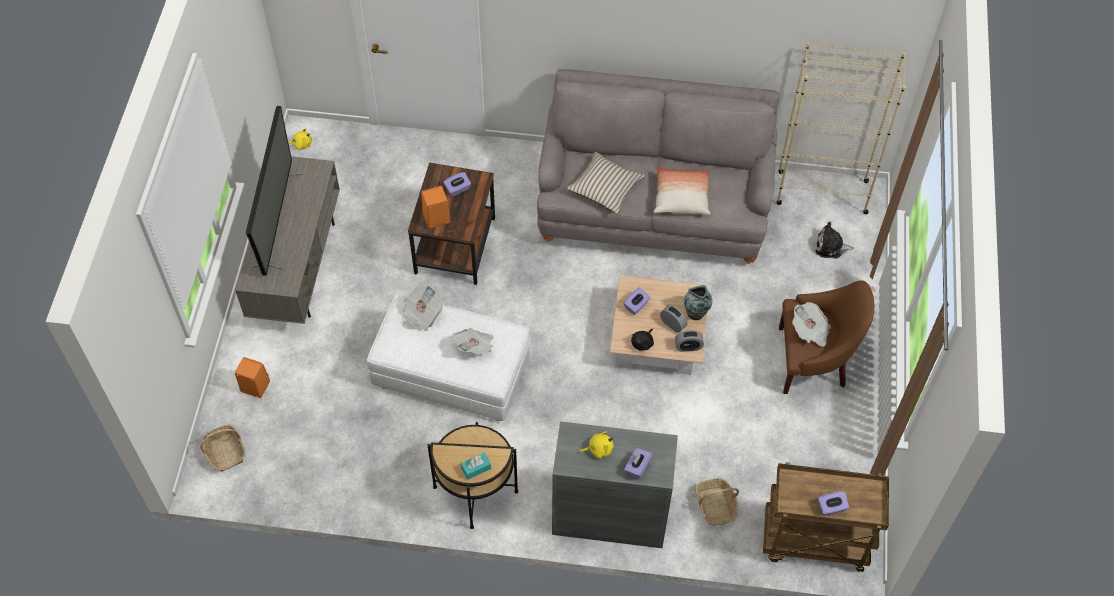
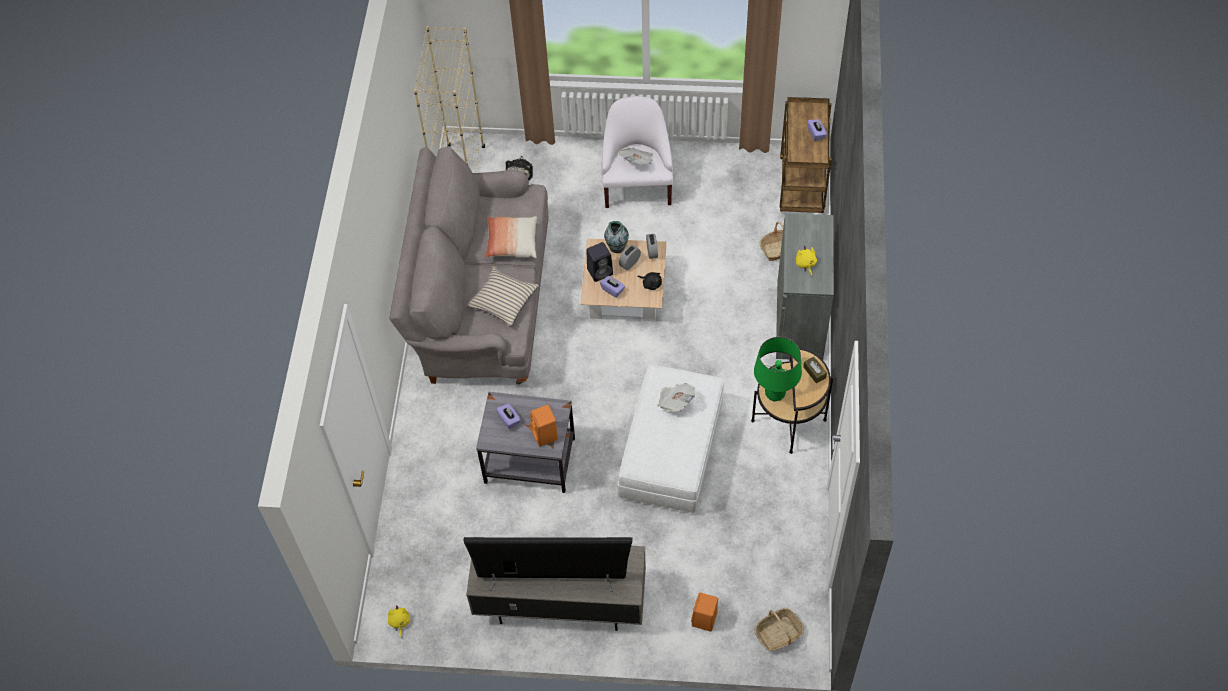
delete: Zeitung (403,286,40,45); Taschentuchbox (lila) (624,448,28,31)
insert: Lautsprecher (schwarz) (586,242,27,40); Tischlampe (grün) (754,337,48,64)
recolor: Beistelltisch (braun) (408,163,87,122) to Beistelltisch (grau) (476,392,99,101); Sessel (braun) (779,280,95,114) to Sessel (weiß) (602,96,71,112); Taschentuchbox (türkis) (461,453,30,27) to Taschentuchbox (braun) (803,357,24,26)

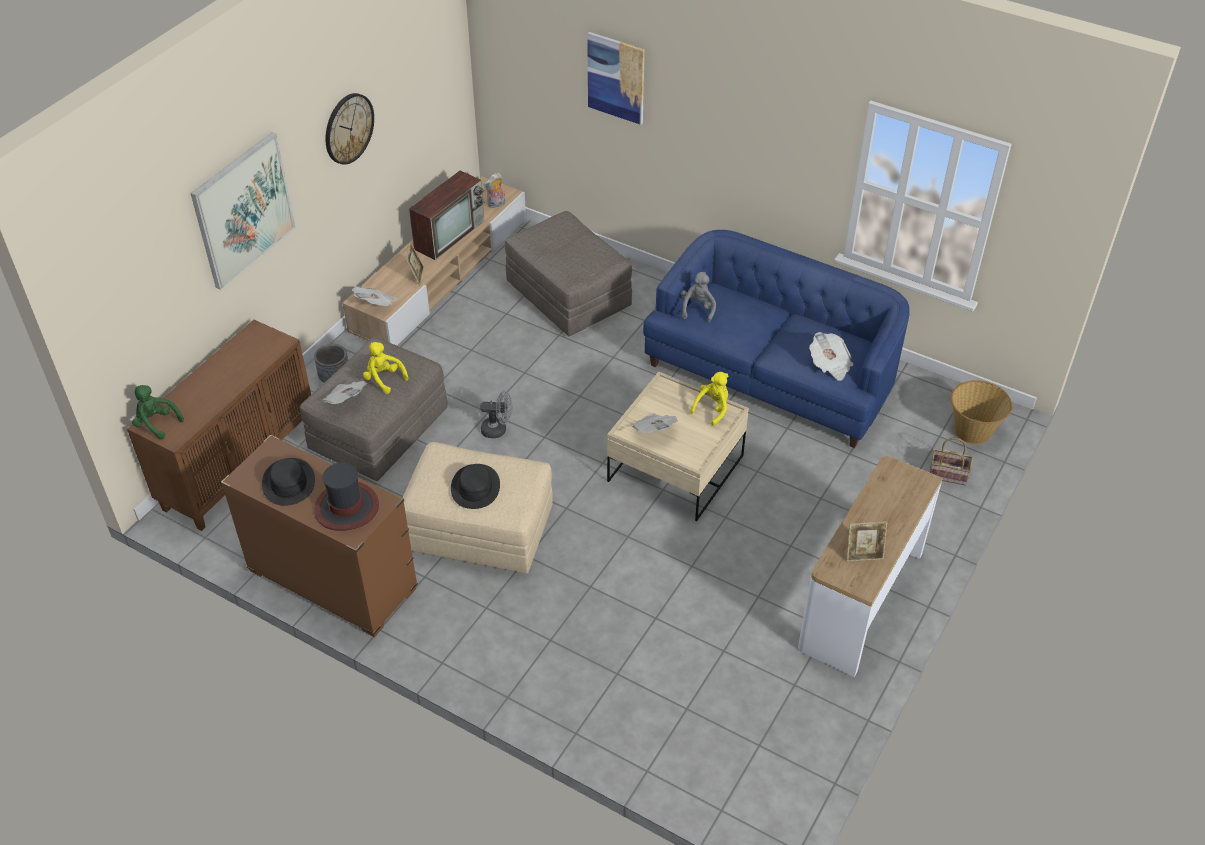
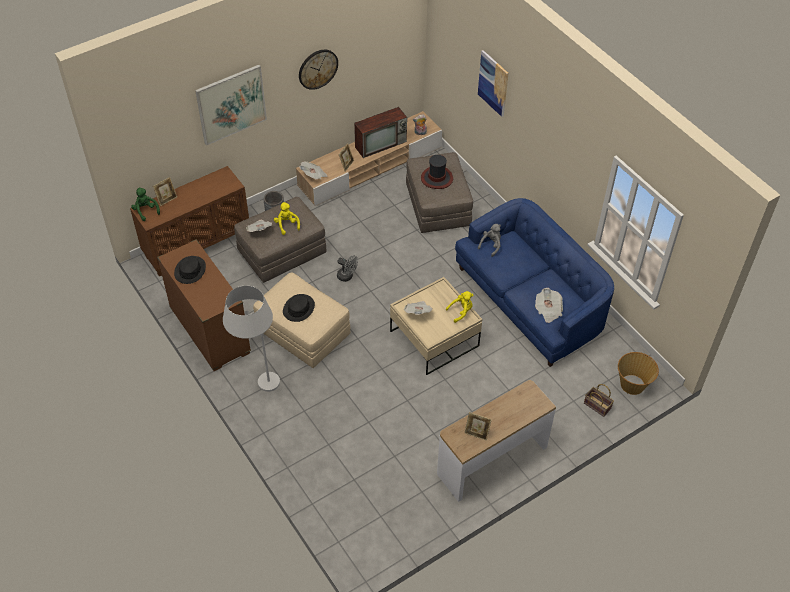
insert: Bilderrahmen (153,177,24,29); Stehlampe (weiß) (223,286,57,106)
move: Hut (314,463,65,68) to (421,155,32,34)

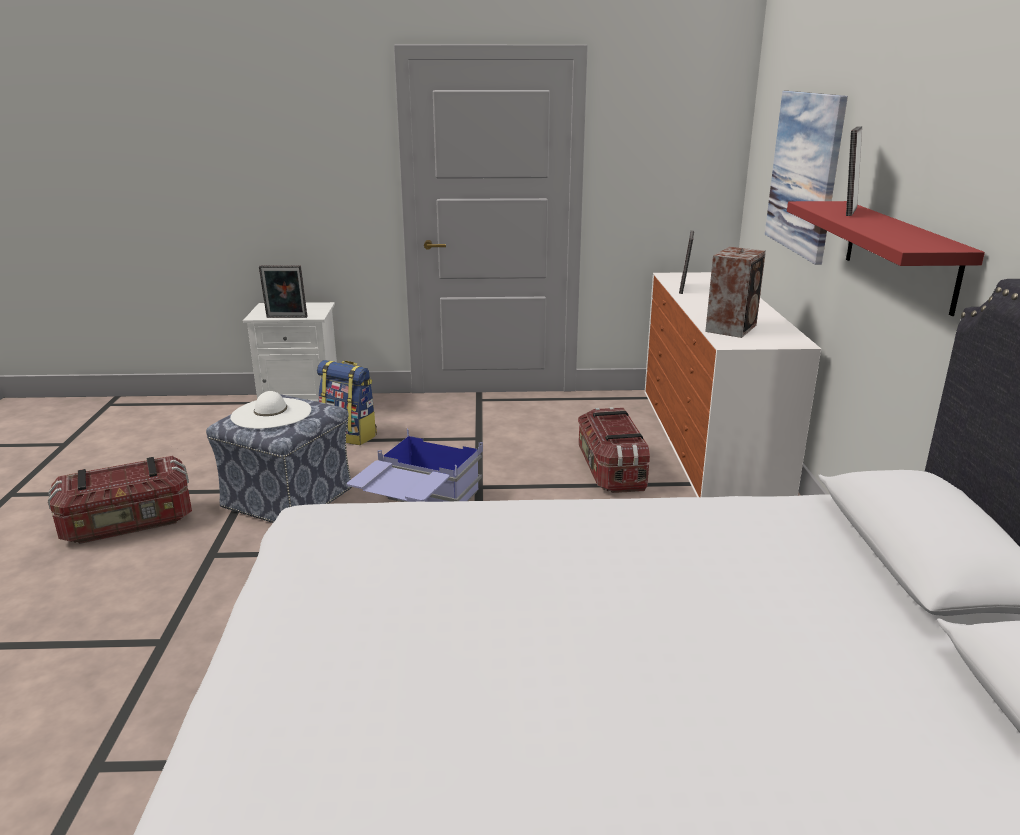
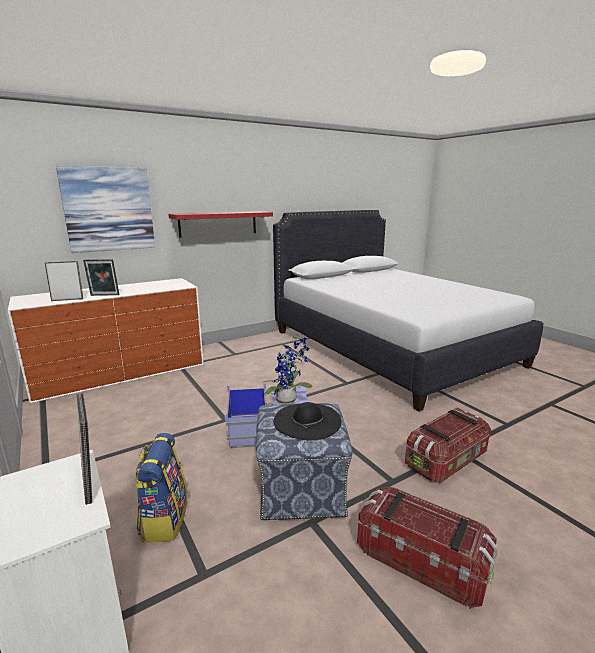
delete: Lautsprecher (705,247,61,91)
insert: Topfpflanze (264,334,49,70)
move: Bilderrahmen (846,126,16,90) to (83,259,36,37); Aufbewahrungsbox (578,407,72,86) to (405,408,86,74)
recolor: Hut (weiß) (230,391,81,38) to Hut (schwarz) (274,402,67,38)

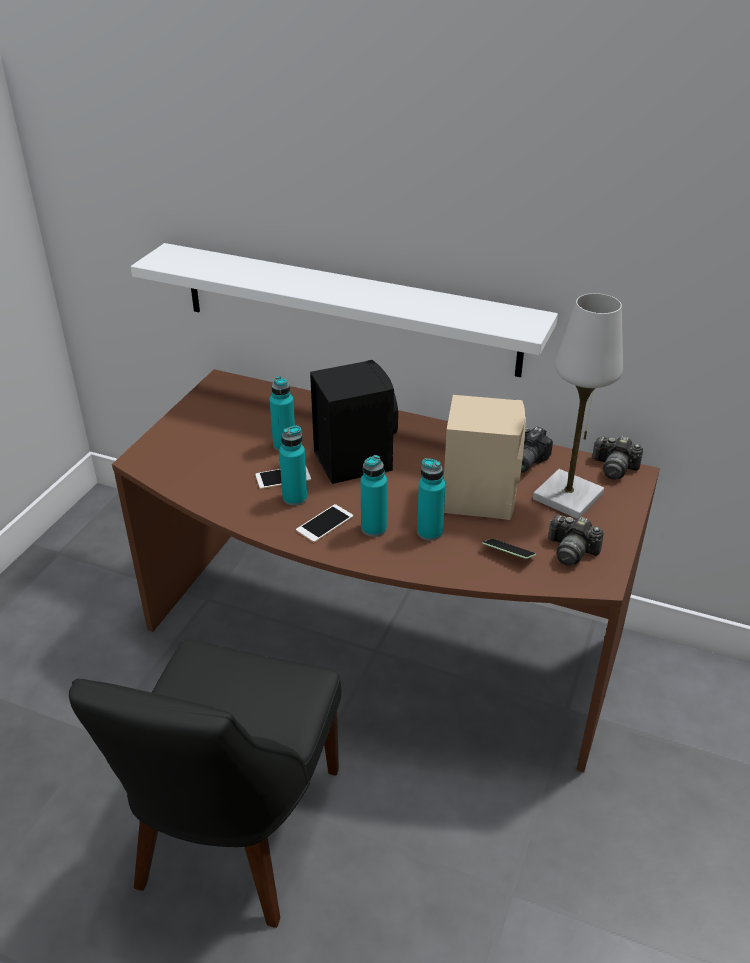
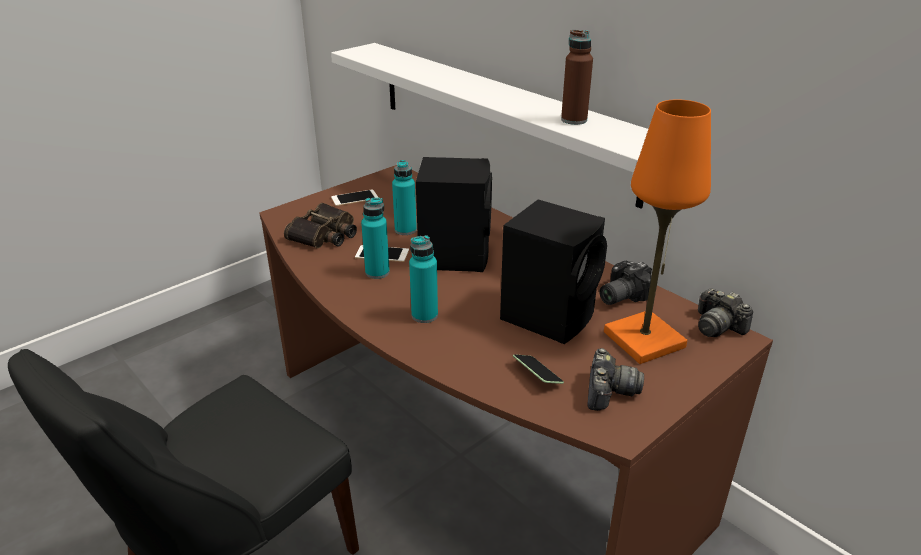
delete: Flasche (türkis) (417,458,29,83)
insert: Flasche (braun) (561,30,32,95); Fernglas (284,203,73,45)
move: Handy (296,504,57,38) to (331,189,47,17)
recolor: Tischlampe (weiß) (533,293,90,226) to Tischlampe (orange) (604,99,107,265); Lautsprecher (beige) (444,395,82,125) to Lautsprecher (schwarz) (500,200,107,144)
rotate: Kamera (549,515,55,51) = (587,348,57,63) 135 degrees counterclockwise

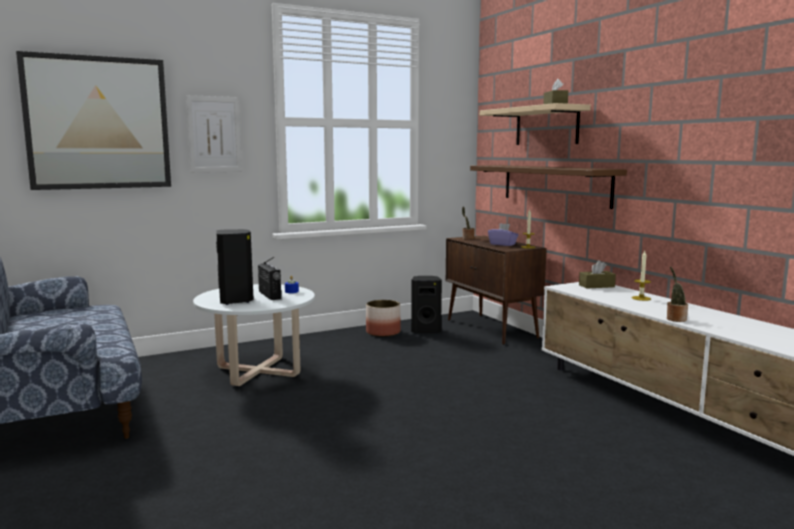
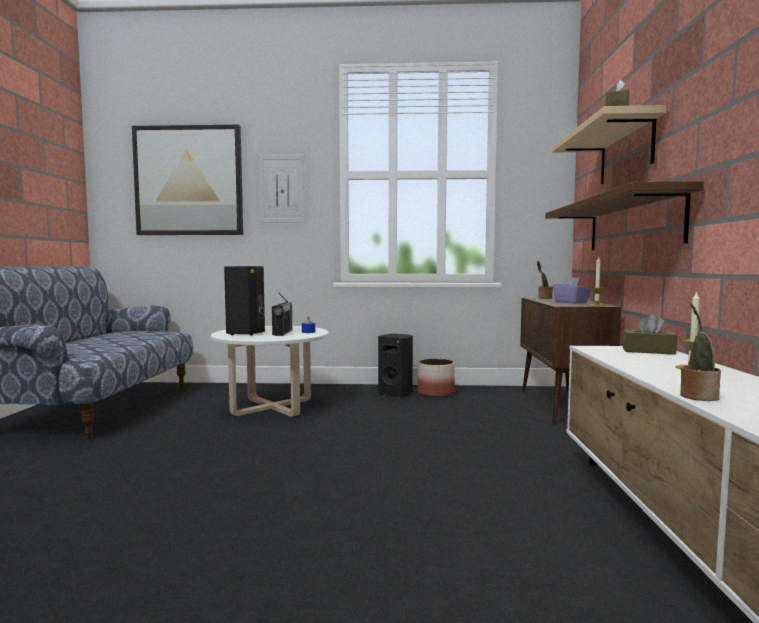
move: Lautsprecher (schwarz) (411,276,31,57) to (378,334,35,63)

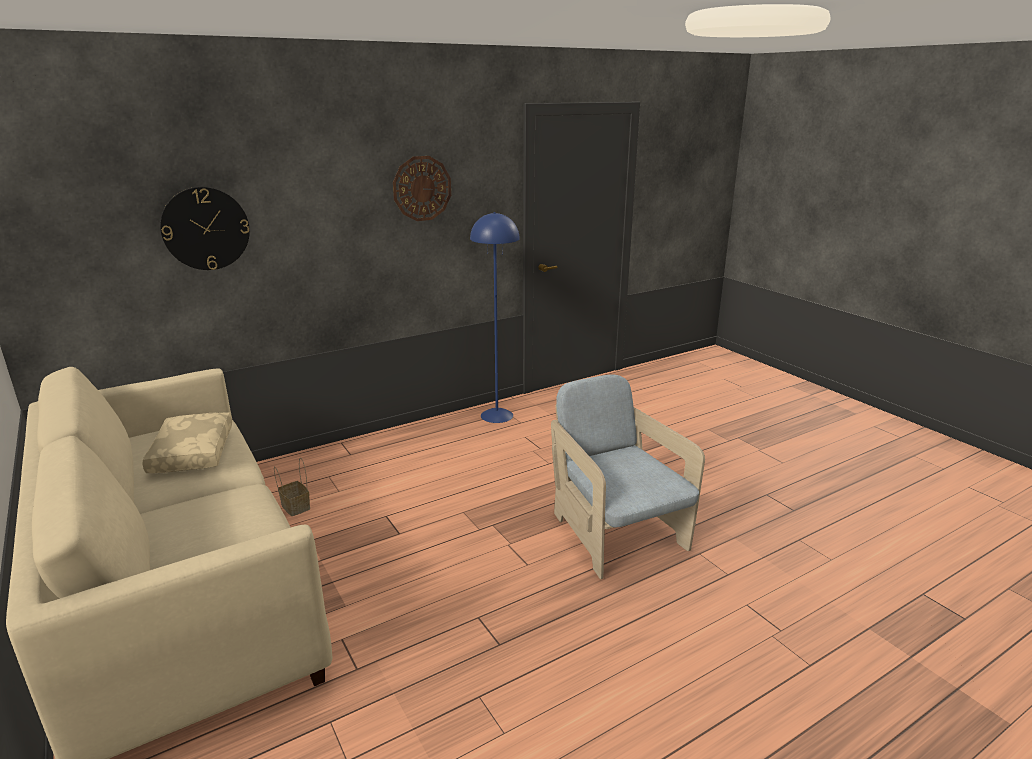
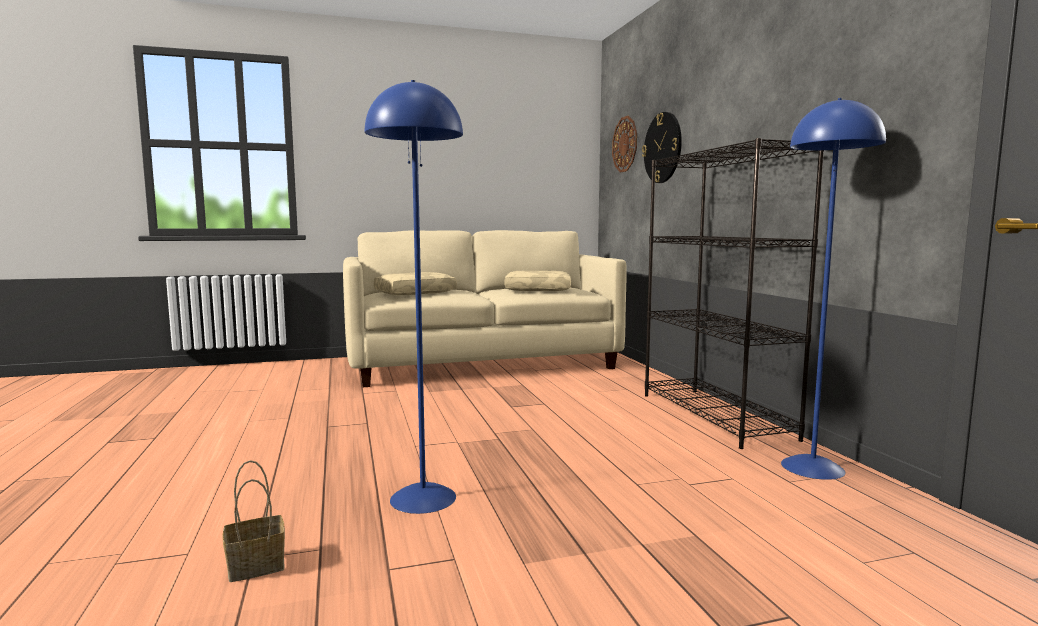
insert: Bücherregal (schwarz) (645,138,179,311); Kissen (beige) (374,272,83,23)
move: Wanduhr (393,156,58,65) to (612,116,25,56); Korb (274,458,36,58) to (223,460,62,122)
replace: Sessel (beige) (551,374,154,205) to Stehlampe (blau) (365,80,98,434)

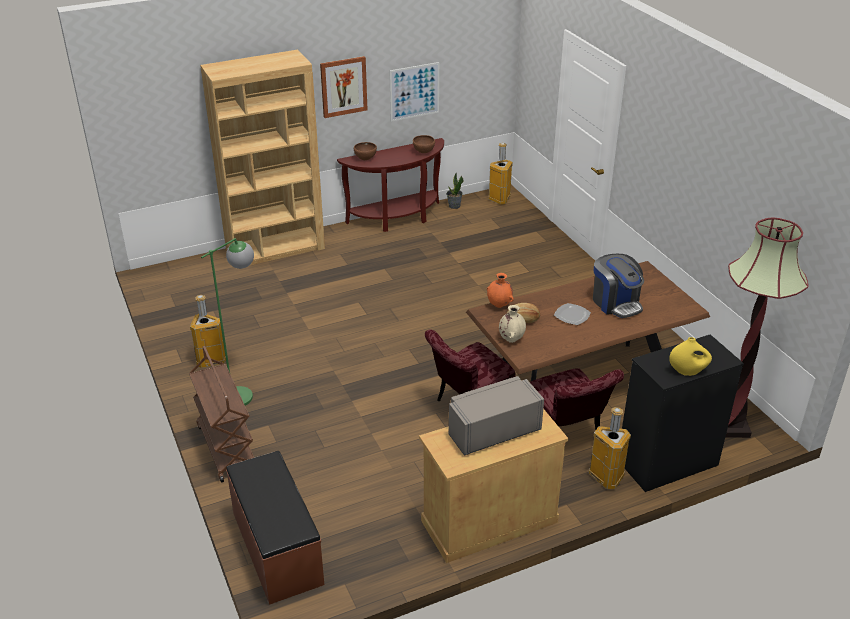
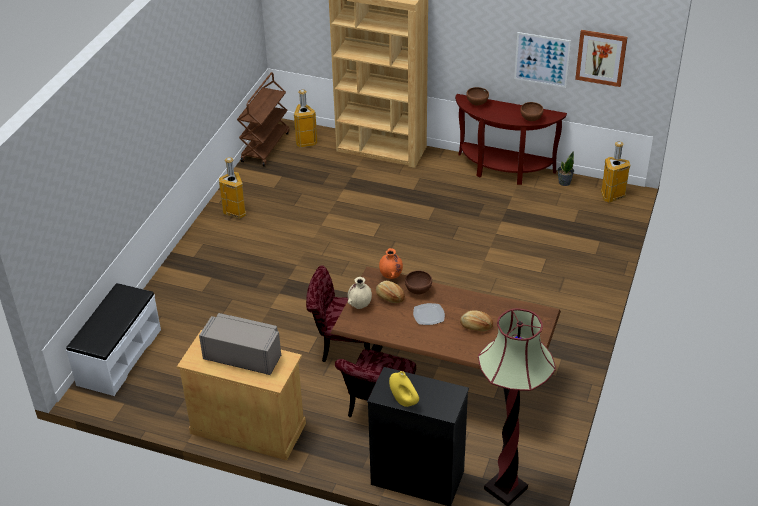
delete: Stehlampe (grün) (201,238,53,167)
insert: Schüssel (braun) (405,271,27,23)
move: Bild (320,56,48,62) to (575,30,53,57); Rollwagen (braun) (189,346,65,137) to (237,72,53,95); Mülleimer (589,407,42,82) to (294,90,23,58)
replace: Kaffeemaschine (593,254,51,64) to Brot (460,311,33,20)
recolor: Bank (braun) (226,451,98,154) to Bank (weiß) (66,283,95,113)

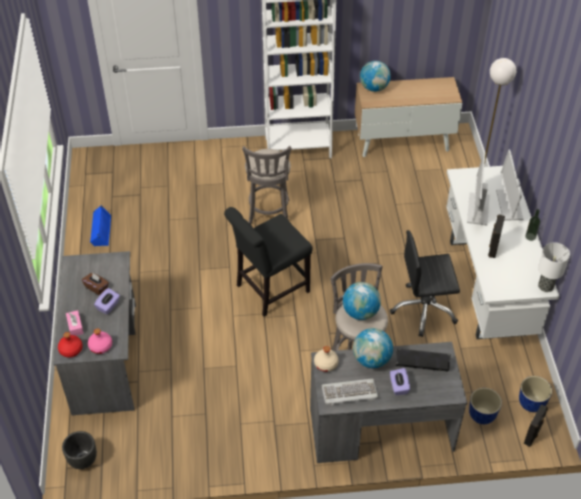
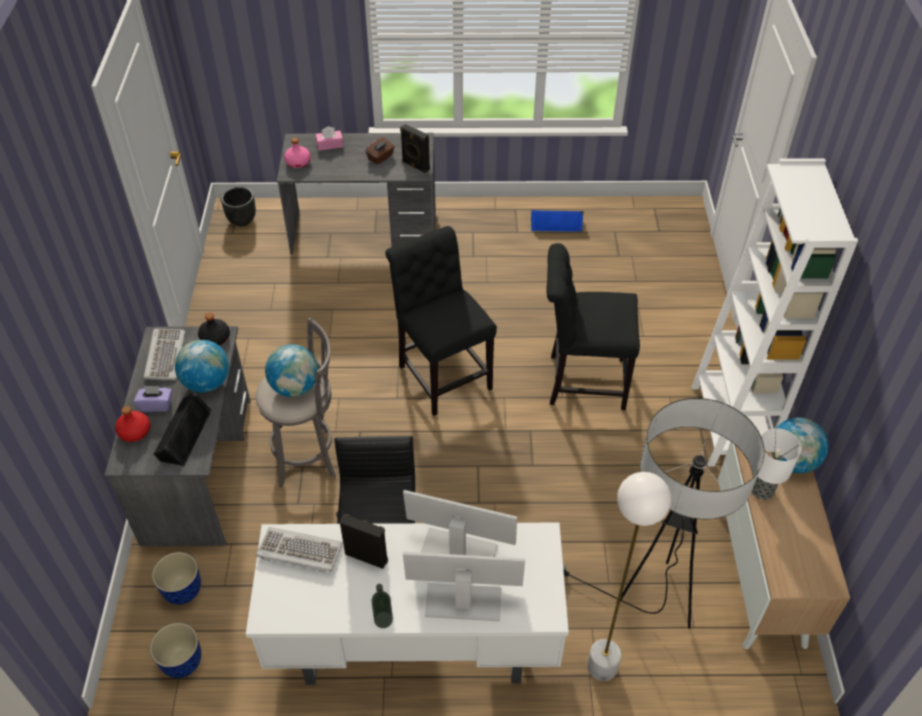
delete: Taschentuchbox (lila) (94,288,26,27)
insert: Stehlampe (563,398,202,231); Tastatur (256,527,87,46)
move: Tischlampe (538,242,32,50) to (752,428,50,72); Flasche (rot) (58,332,25,25) to (115,406,35,36); Lautsprecher (schwarz) (524,404,24,43) to (400,124,30,49)
replace: Hocker (grau) (242,146,50,79) to Stuhl (schwarz) (546,243,94,167)
recolor: Flasche (beige) (314,346,25,26) to Flasche (schwarz) (198,313,32,32)

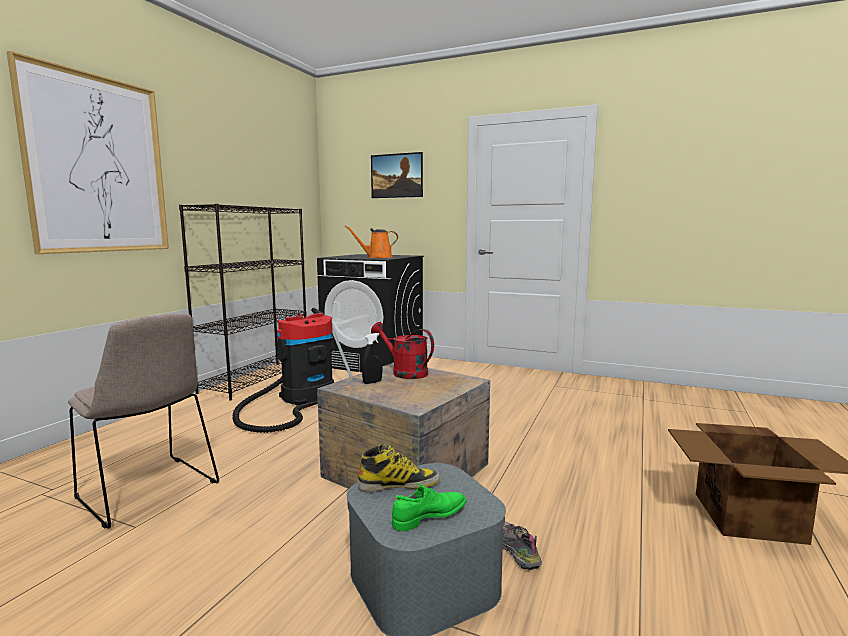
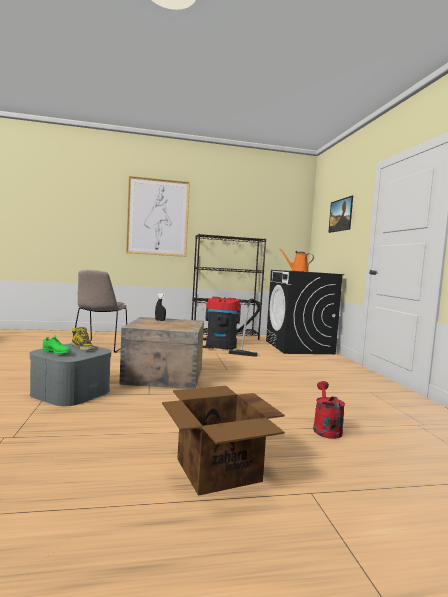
delete: Schuh (503,521,39,49)
move: Gießkanne (rot) (371,322,63,57) to (313,381,32,58)

